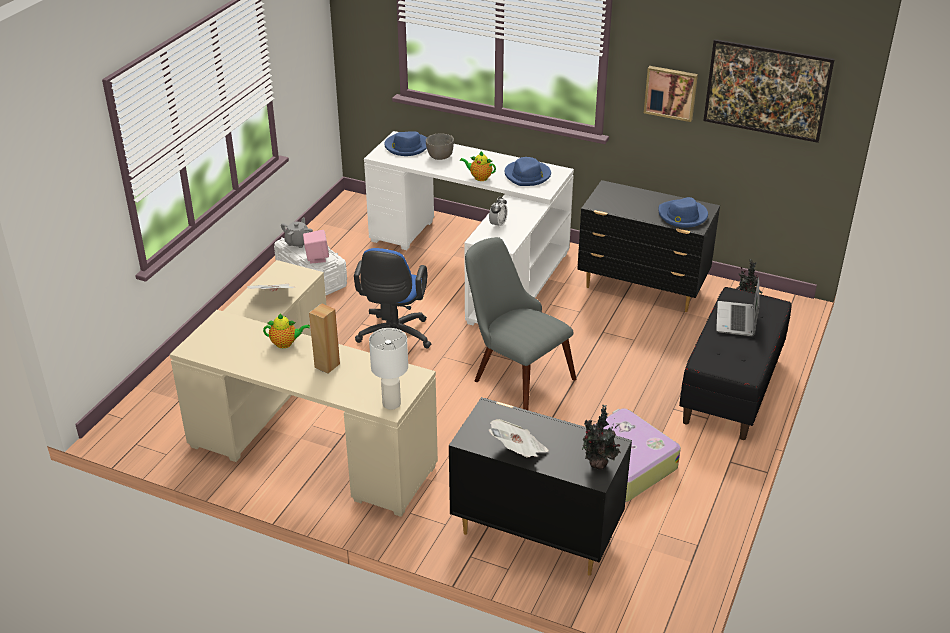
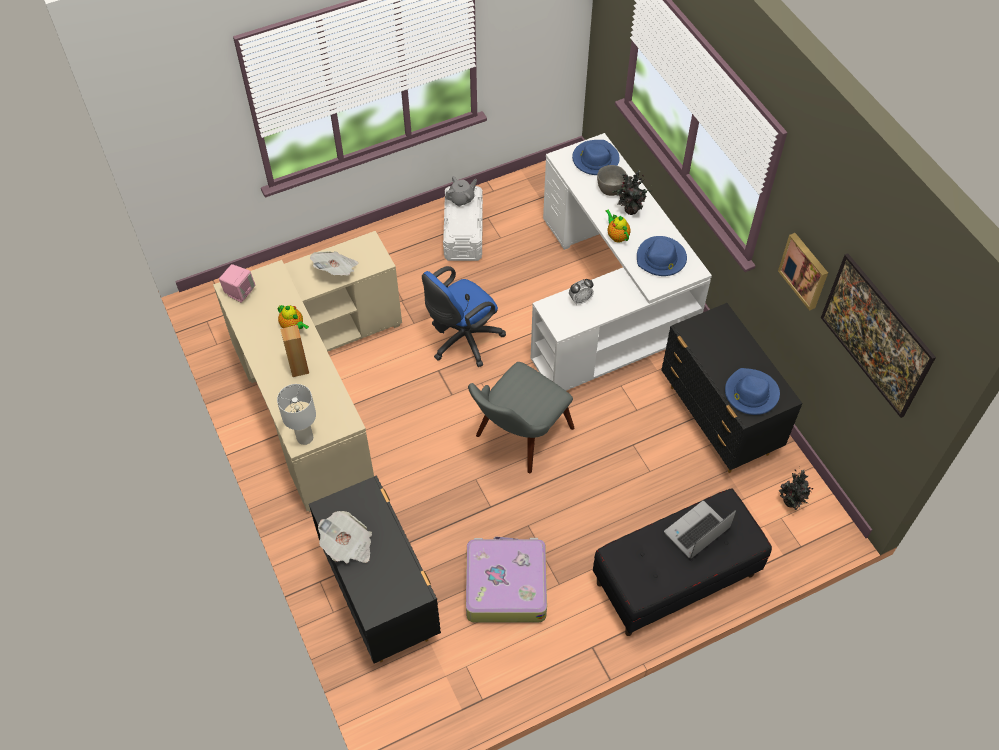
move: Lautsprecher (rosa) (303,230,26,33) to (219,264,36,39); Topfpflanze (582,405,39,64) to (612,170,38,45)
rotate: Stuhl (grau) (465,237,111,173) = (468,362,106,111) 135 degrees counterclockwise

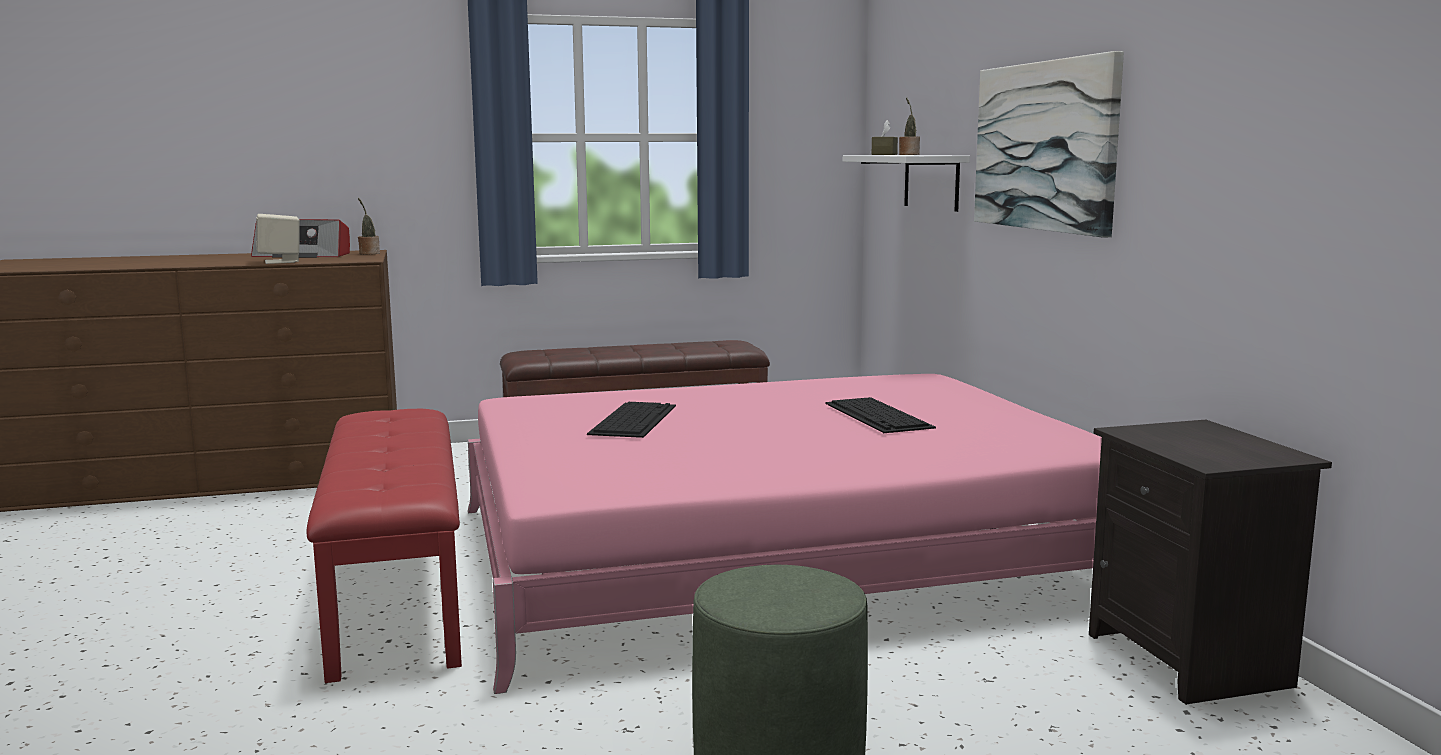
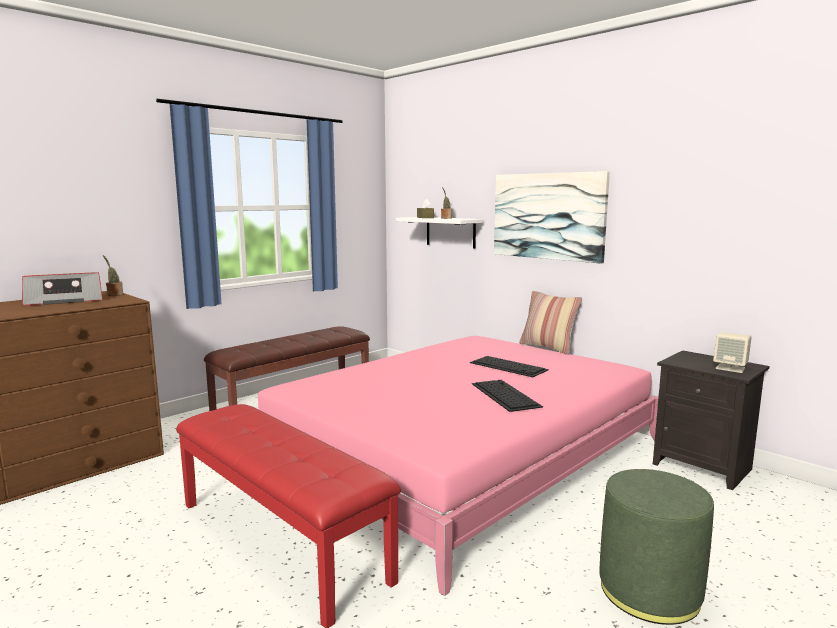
insert: Kissen (519,291,63,64)
move: Lautsprecher (beige) (256,214,44,50) to (713,332,39,41); Tastatur (587,402,89,36) to (472,380,71,32)

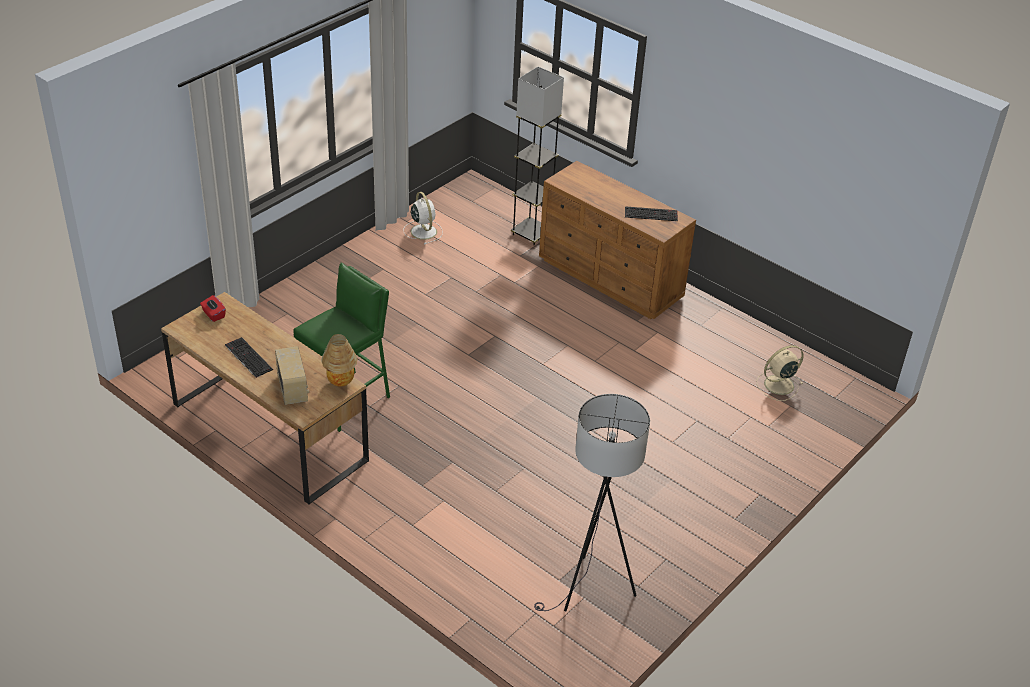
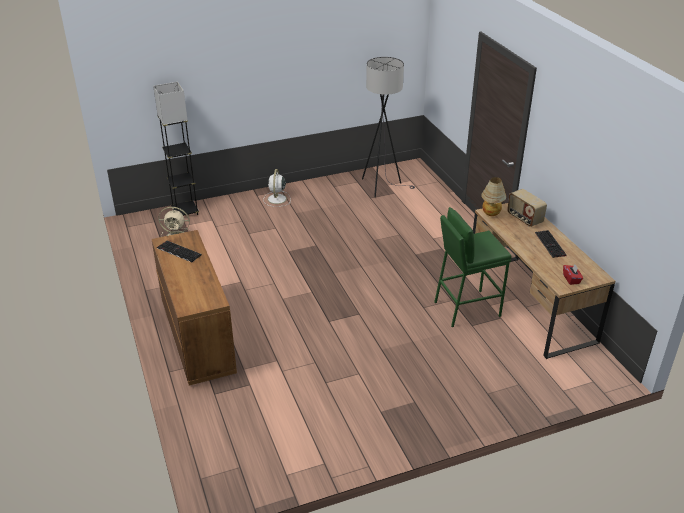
move: Stehlampe (grau) (511,66,53,180) to (153,82,46,134); Ventilator (weiß) (403,192,40,52) to (263,169,28,38)
rotate: Radio (275,346,34,59) = (507,189,40,38) 45 degrees counterclockwise

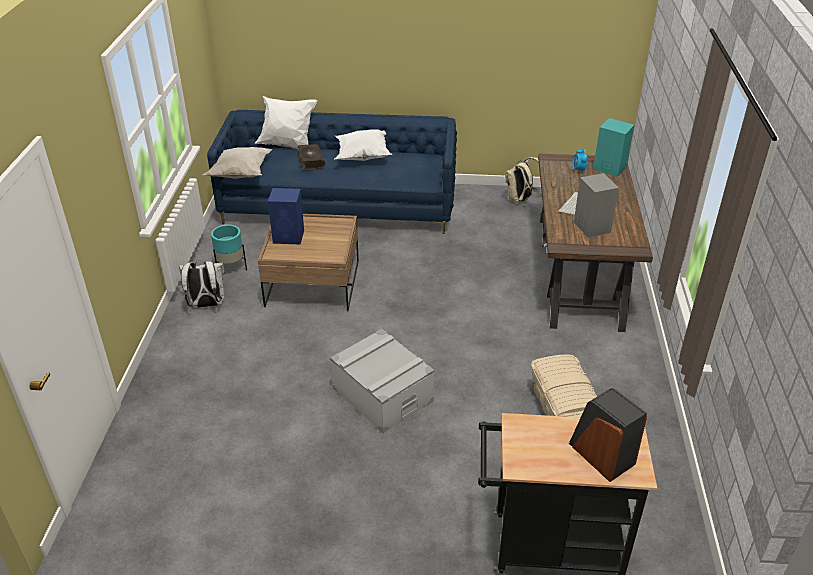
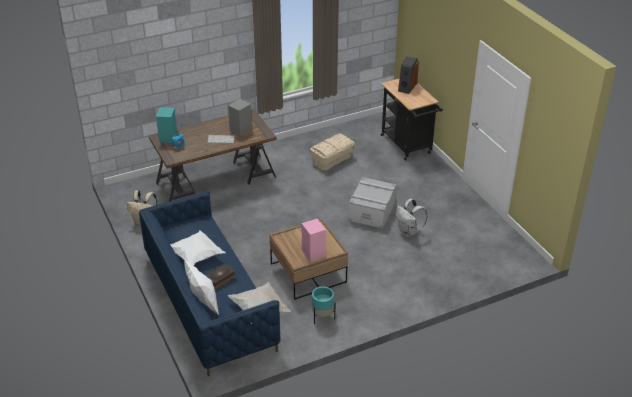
move: Rucksack (weiß) (179,260,46,48) to (396,198,31,39)
recolor: Lautsprecher (blau) (268,188,36,56) to Lautsprecher (rosa) (302,219,24,42)

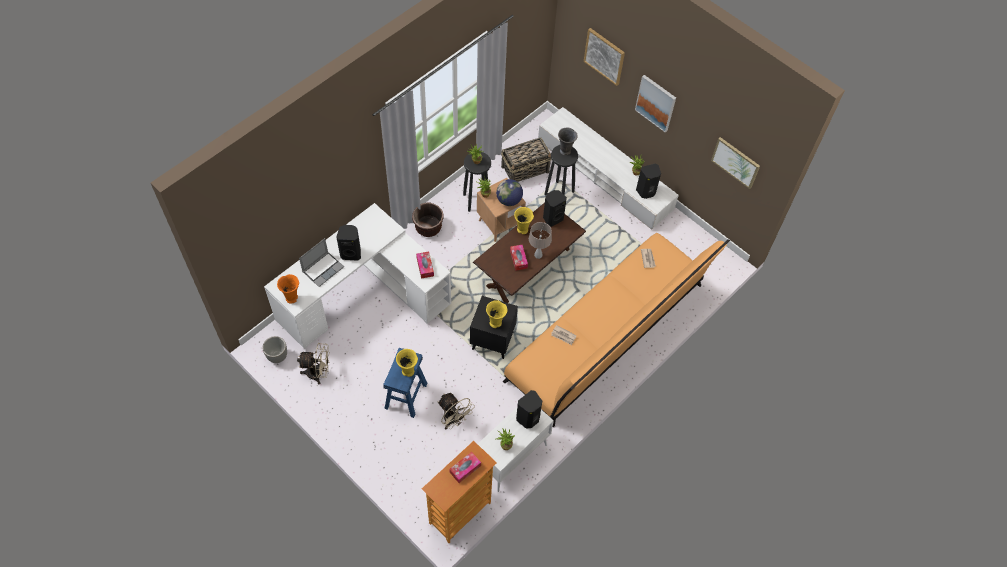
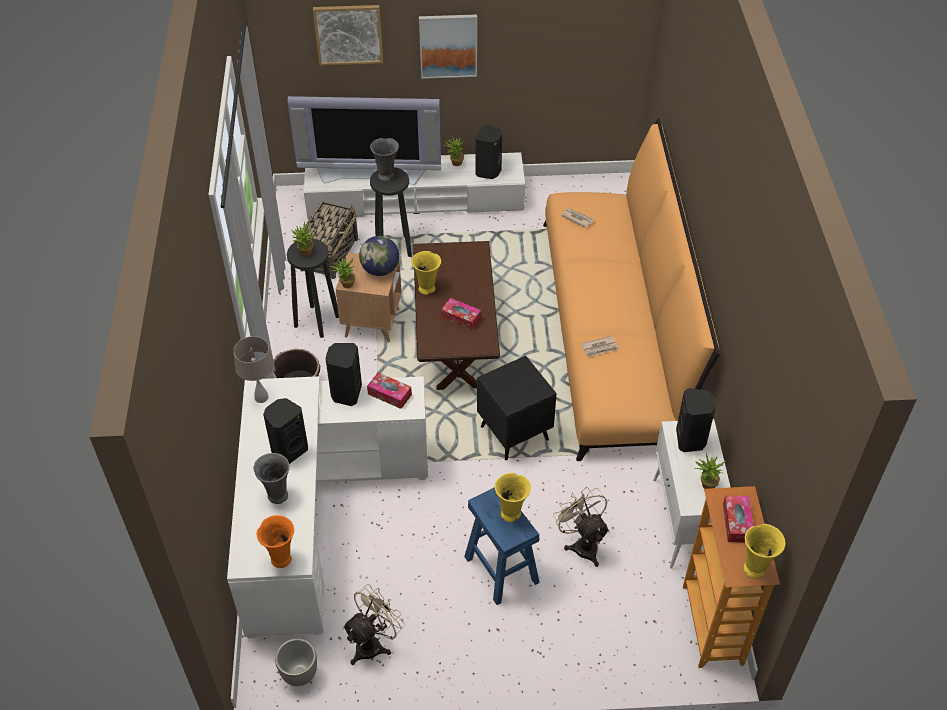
delete: Bild (711,137,49,52)
insert: Fernseher (288,96,153,89)
move: Lautsprecher (schwarz) (543,190,24,37) to (325,343,37,63); Tischlampe (beige) (529,222,23,37) to (233,336,41,67); Vase (gelb) (486,300,21,28) to (743,524,42,55)
replace: Laptop (299,238,45,49) to Vase (grau) (253,453,37,51)
rotate: Ventilator (beige) (438,393,37,36) = (553,487,57,80) 120 degrees counterclockwise

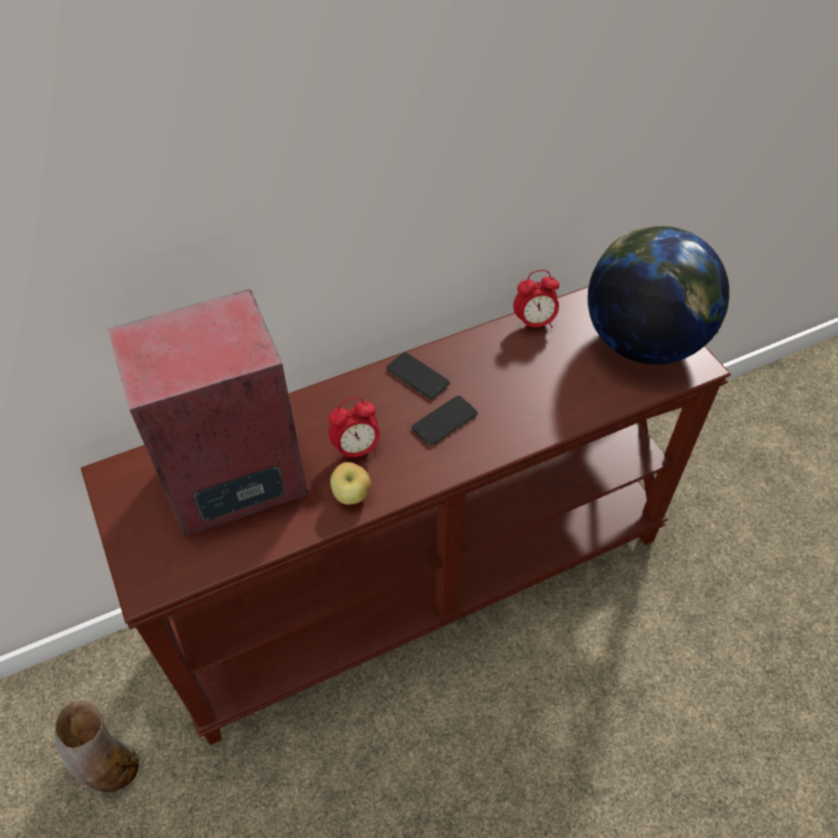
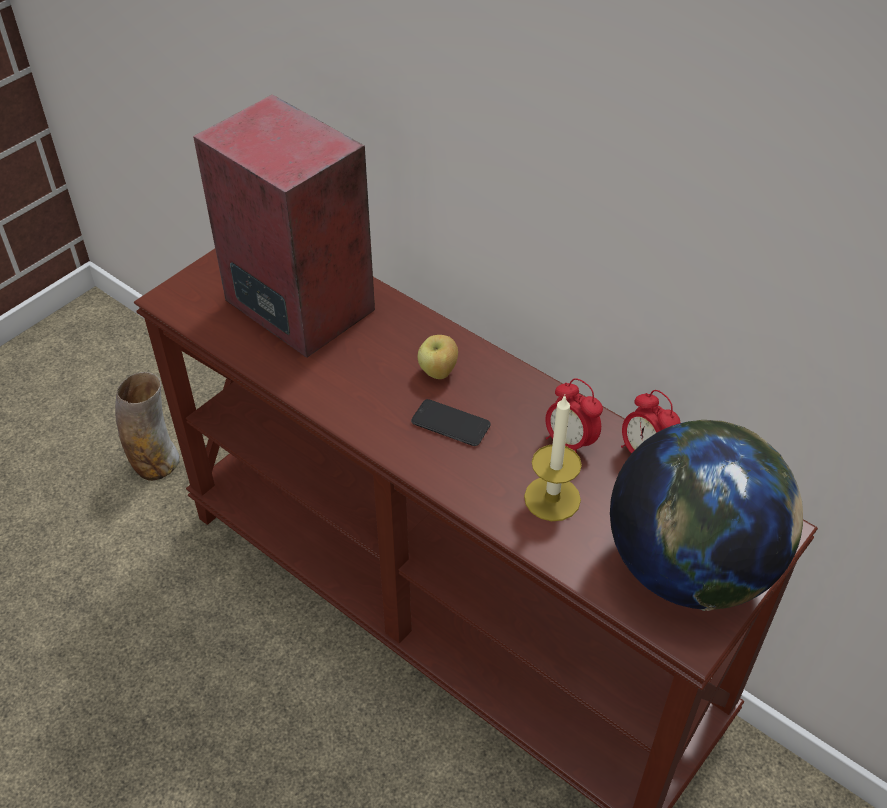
delete: Handy (387,352,63,47)
insert: Kerze (524,395,58,126)
move: Wecker (328,397,52,66) to (545,378,58,75); Apfel (330,462,41,42) to (418,335,40,44)

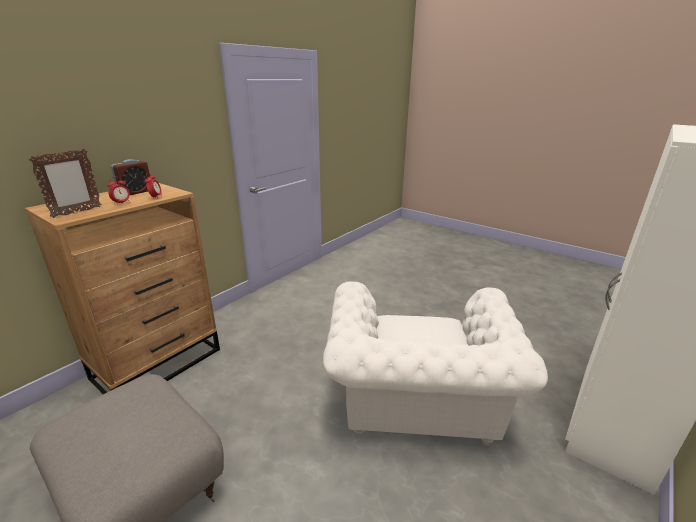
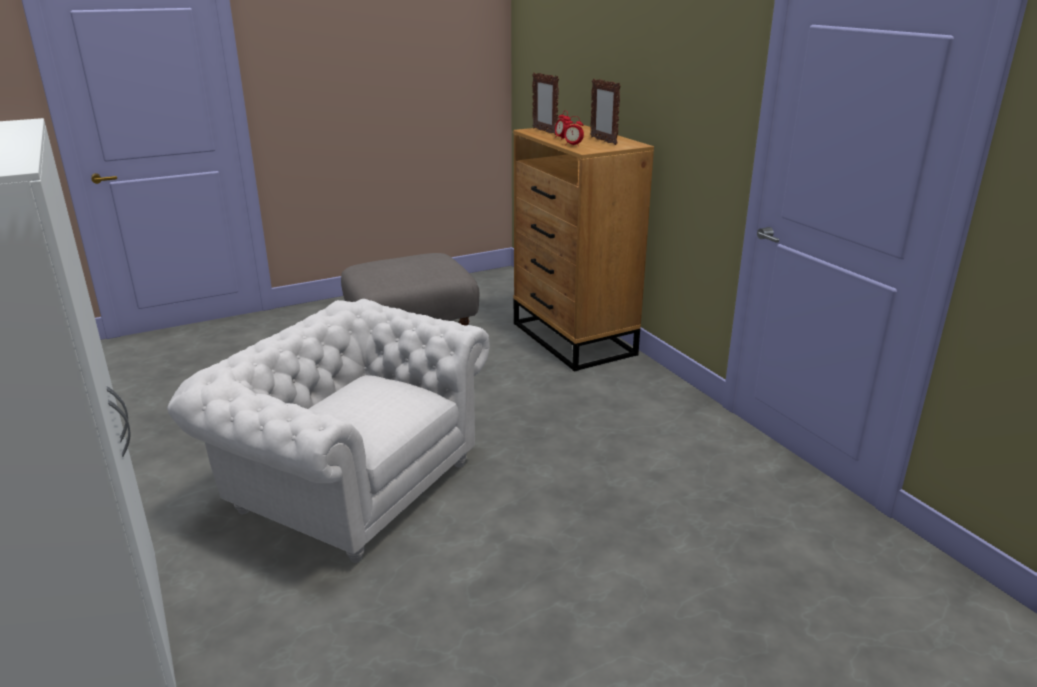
replace: Wecker (111,159,39,36) to Bilderrahmen (590,78,31,67)

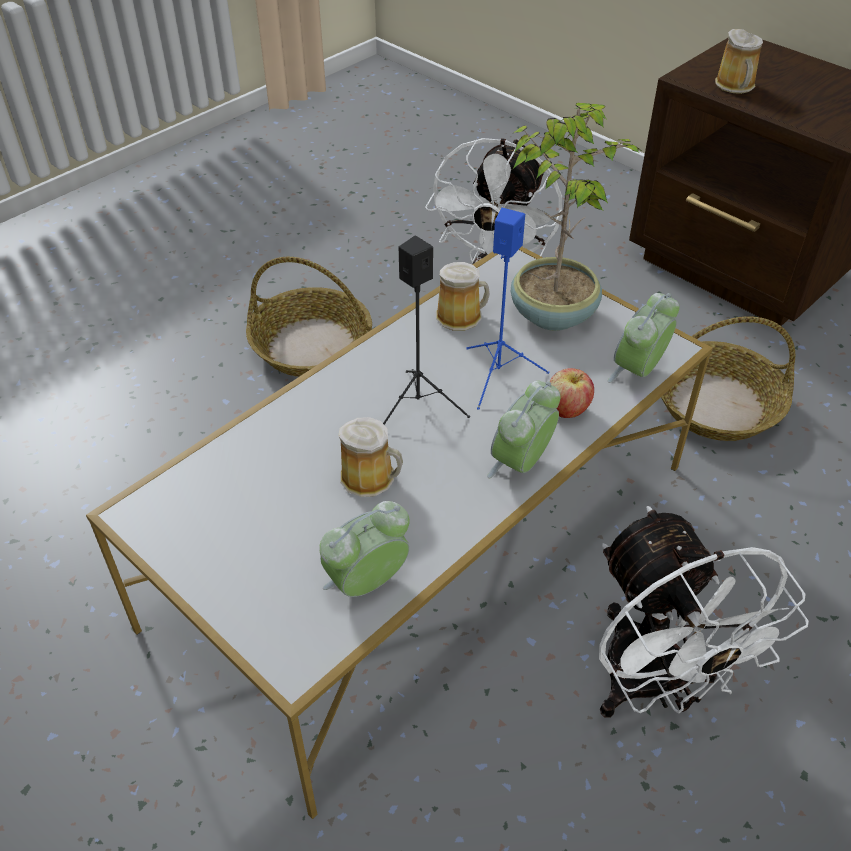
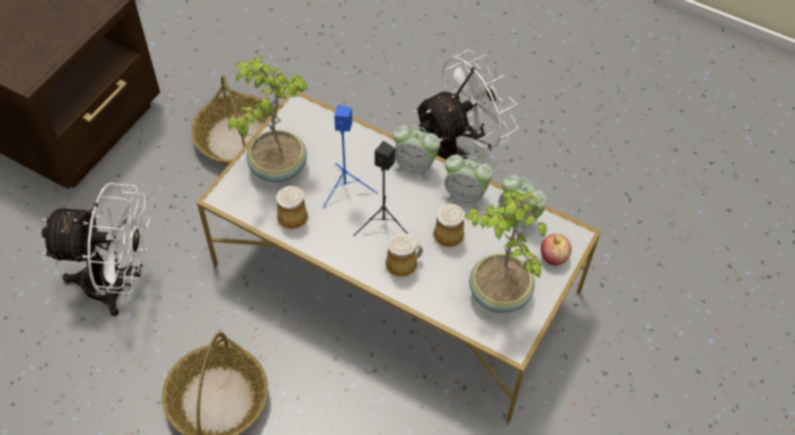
insert: Topfpflanze (463,191,84,122)
move: Henkelbecher (715,29,48,65) to (385,233,38,45); Wecker (608,293,71,90) to (443,155,50,56); Apfel (549,368,45,50) to (541,234,30,31)

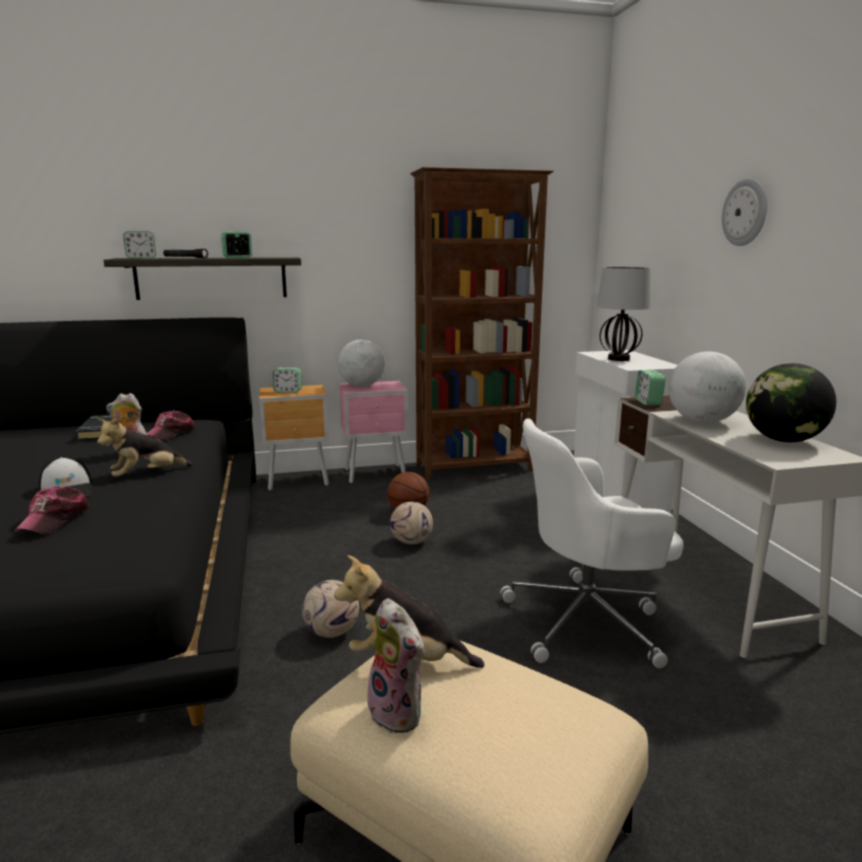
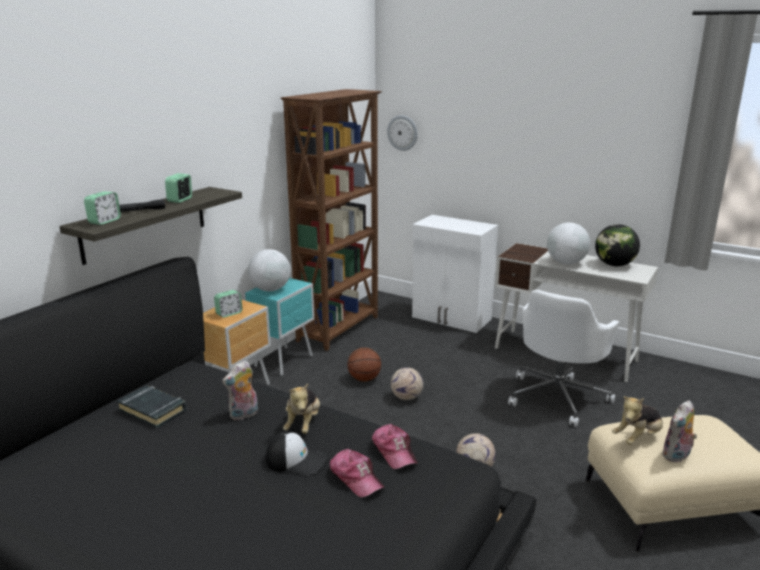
delete: Tischlampe (597,267,53,94); Wecker (635,370,30,36)
move: Wanduhr (722,178,45,68) to (387,115,31,36); Kappe (147,410,48,30) to (372,424,46,45)
recolor: Nachttisch (rosa) (340,381,69,102) to Nachttisch (türkis) (245,278,69,98)
rotate: Plüschtier (367,598,58,136) = (662,400,35,62) 135 degrees clockwise

